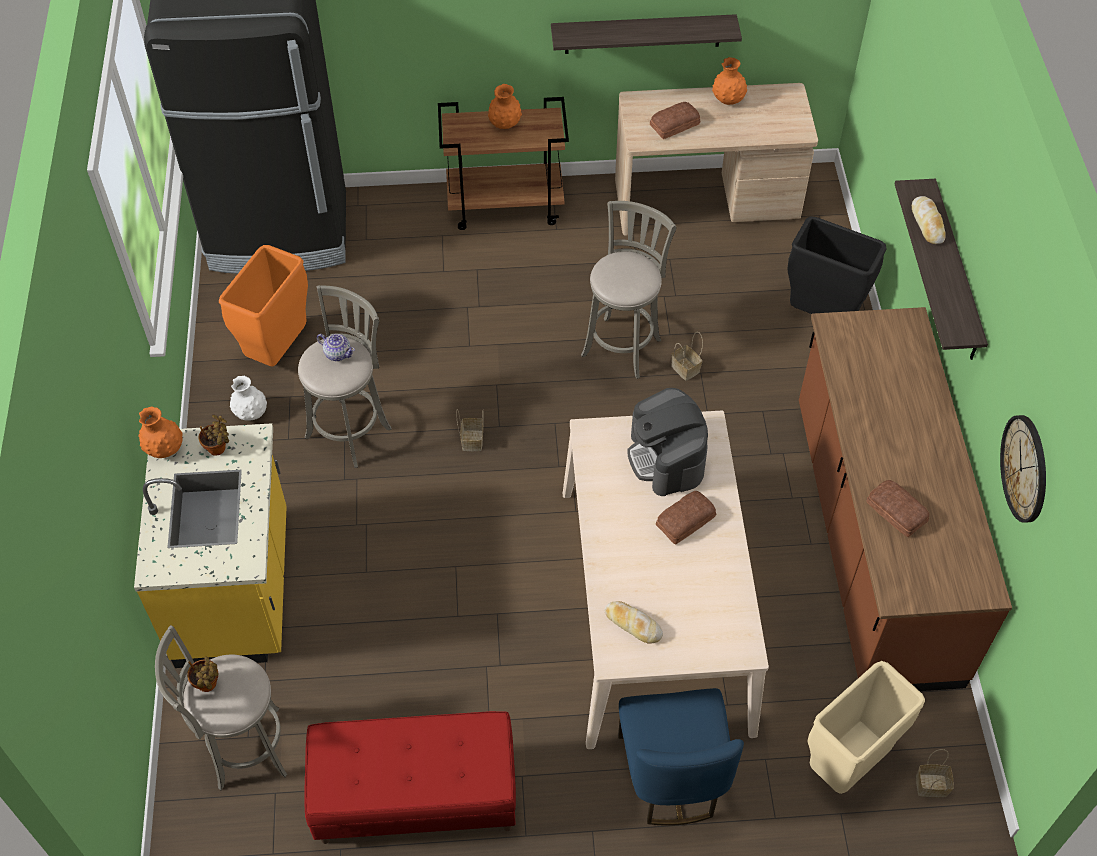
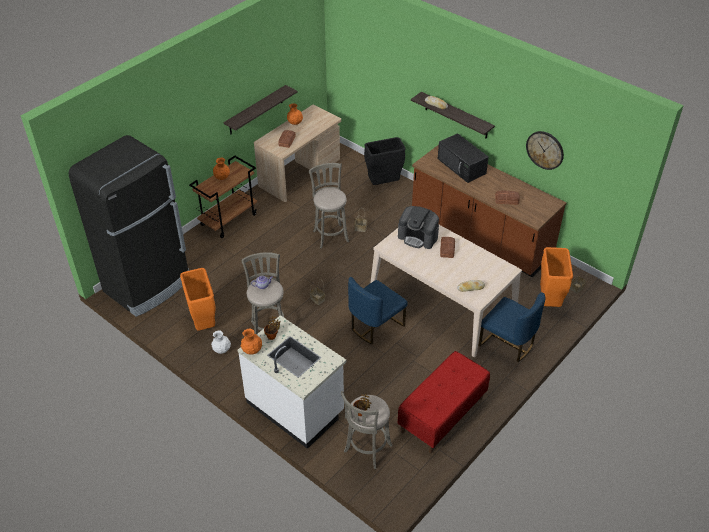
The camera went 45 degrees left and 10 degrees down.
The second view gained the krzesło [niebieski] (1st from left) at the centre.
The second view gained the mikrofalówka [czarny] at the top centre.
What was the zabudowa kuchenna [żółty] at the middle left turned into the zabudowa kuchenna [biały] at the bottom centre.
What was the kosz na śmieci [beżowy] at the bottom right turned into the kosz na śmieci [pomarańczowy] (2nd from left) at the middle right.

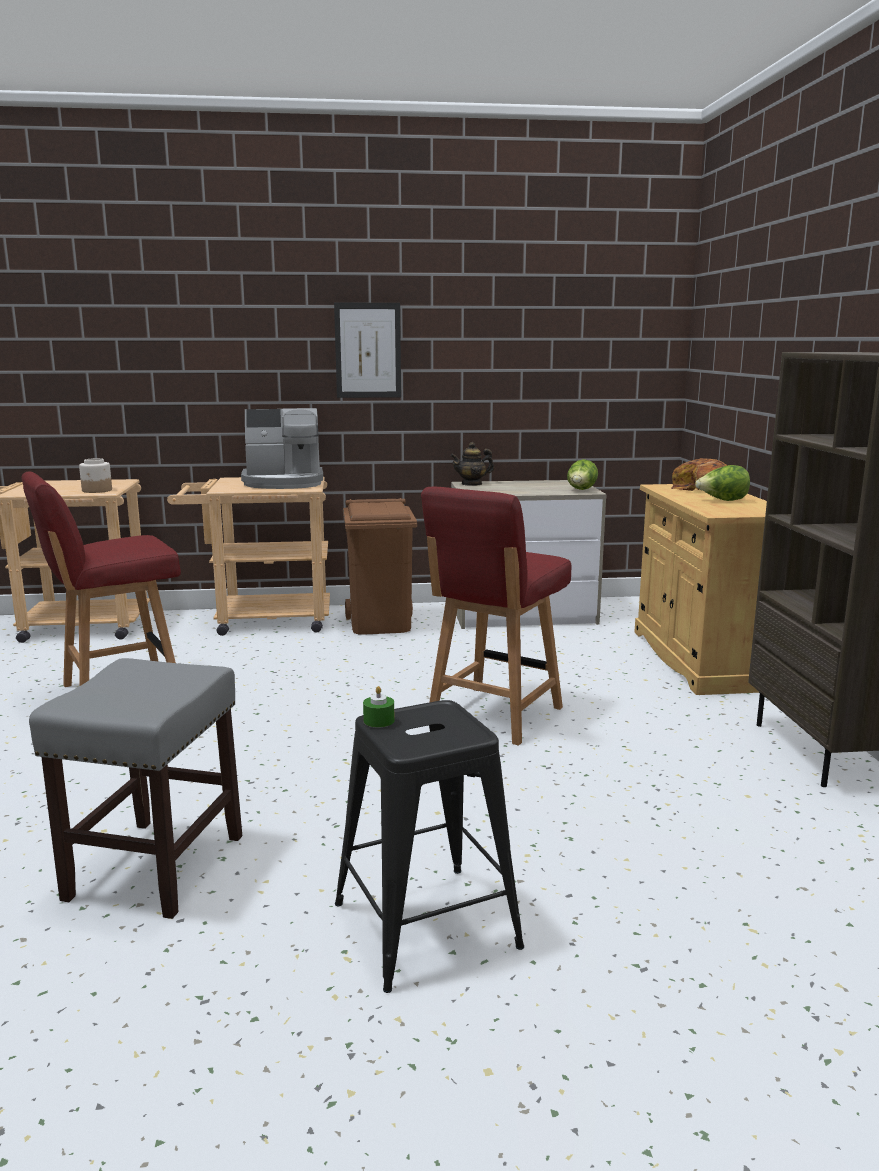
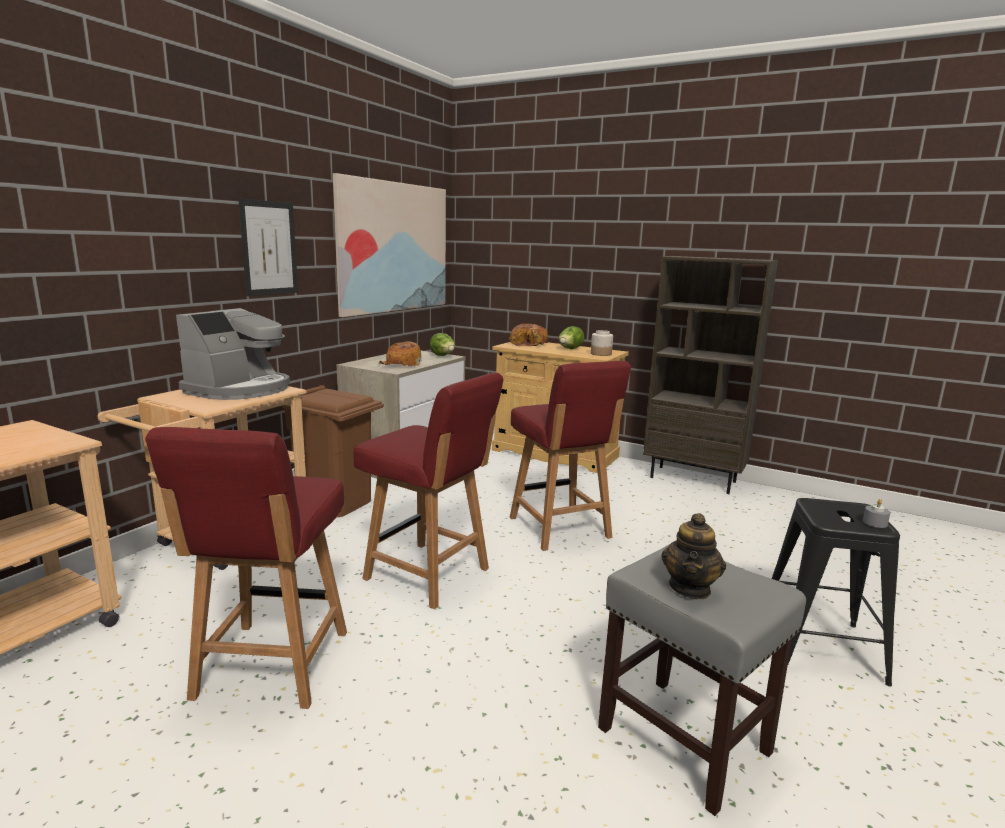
The camera went 55 degrees left and 0 degrees up.
The second view lost the świeca [zielony] at the centre.
The second view gained the obraz (2nd from left) at the top centre.
The second view gained the krzesło [czerwony] (2nd from left) at the centre.
The second view gained the chleb (1st from left) at the centre.
The second view gained the świeca [szary] at the middle right.
The słoik ended up elsewhere, having gone from the middle left to the centre.
The imbryk ended up elsewhere, having gone from the centre to the bottom right.

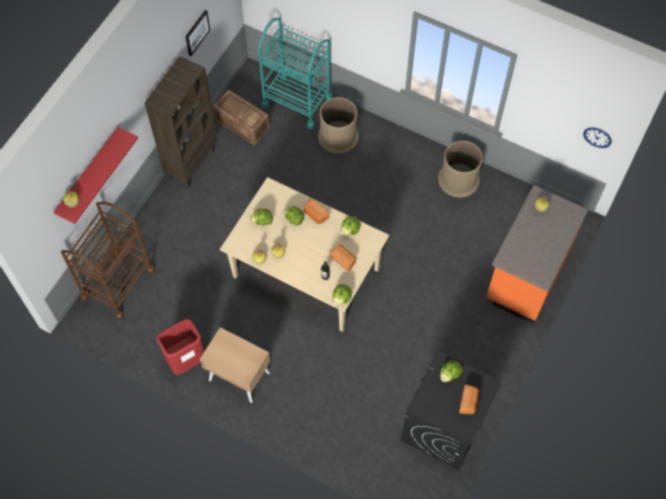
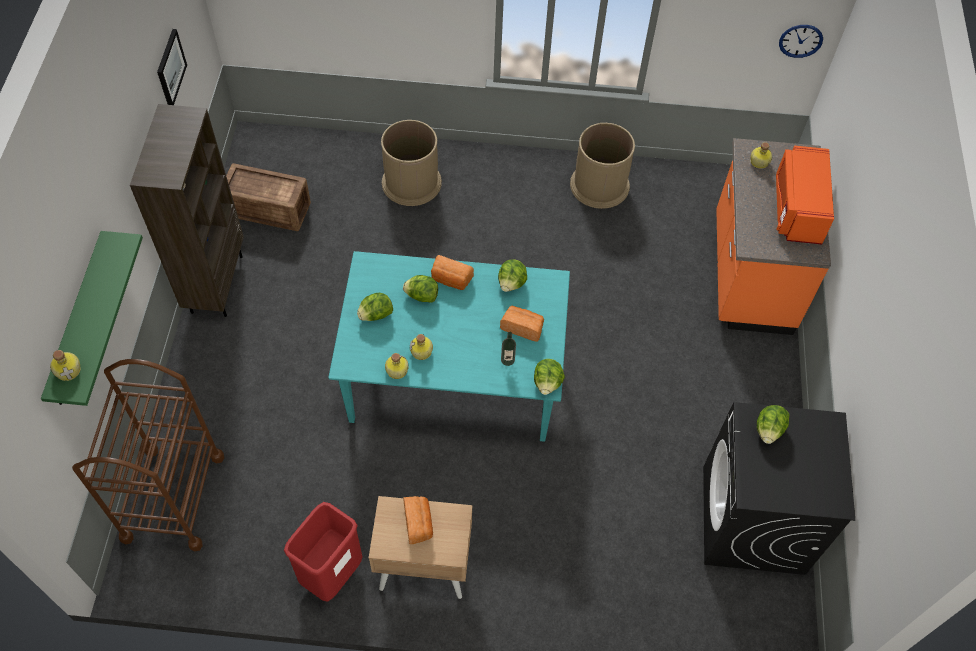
The camera went 25 degrees left and 5 degrees down.
The second view lost the wózek [turkusowy] at the top centre.
The second view gained the mikrofalówka [pomarańczowy] at the top right.
The chleb (3rd from left in the first image) ended up elsewhere, having gone from the bottom right to the bottom centre.
What was the półka [czerwony] at the middle left turned into the półka [zielony] at the middle left.
What was the stół jadalny [beżowy] at the centre turned into the stół jadalny [turkusowy] at the centre.

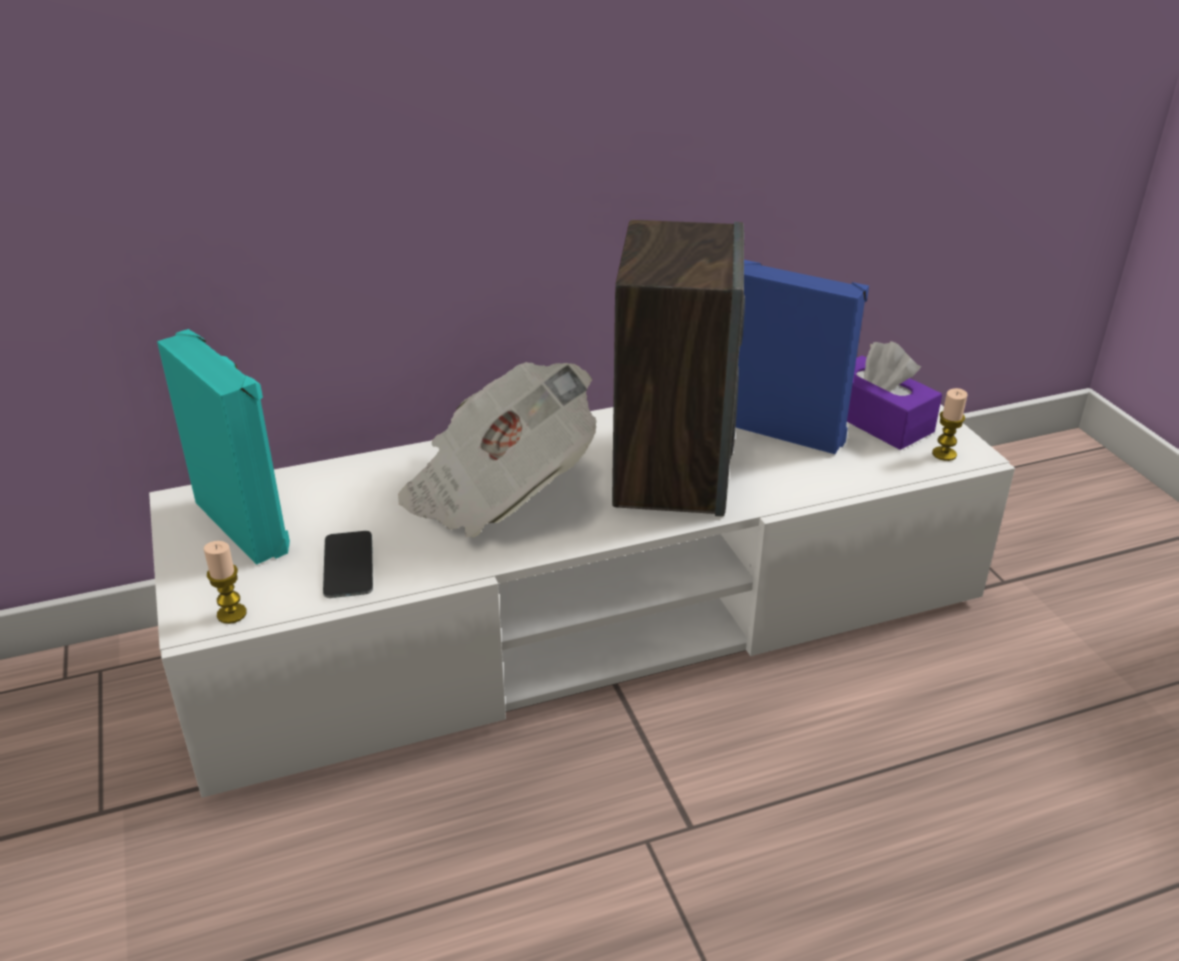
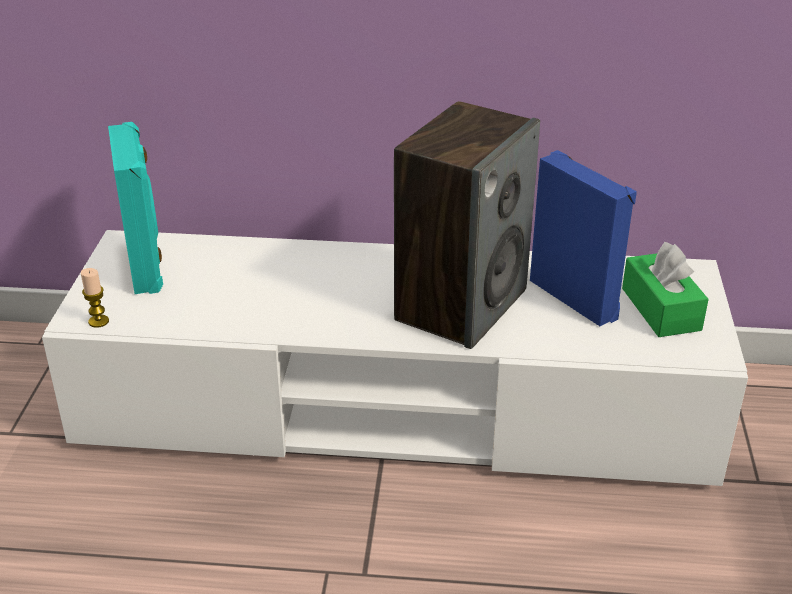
The camera went 25 degrees right and 0 degrees up.
The second view lost the telefon at the middle left.
The second view lost the gazeta at the centre.
The second view lost the świeca (2nd from left) at the middle right.
What was the pudełko chusteczek [fioletowy] at the middle right turned into the pudełko chusteczek [zielony] at the middle right.

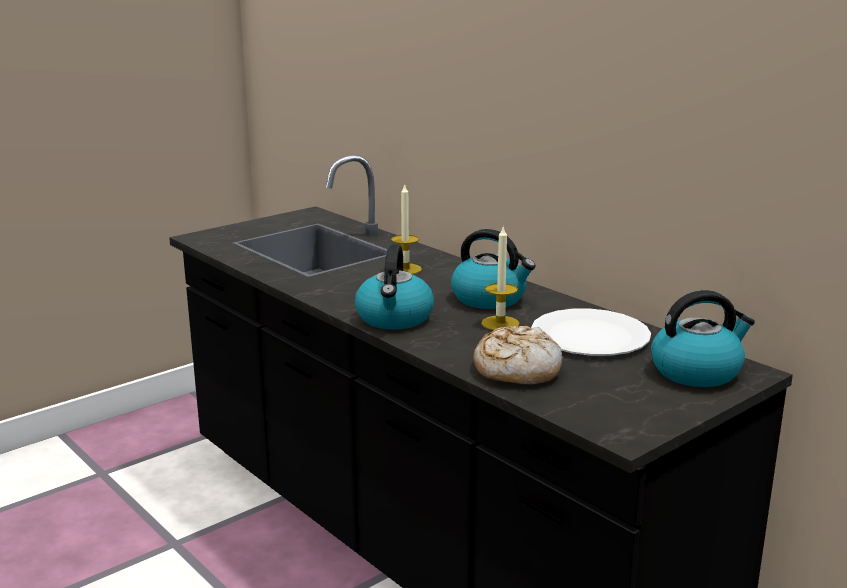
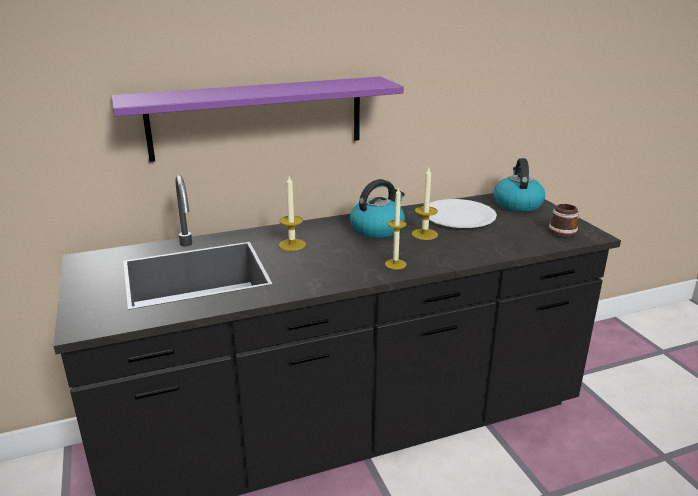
The camera went 70 degrees left and 5 degrees up.
The second view lost the chleb at the centre.
The second view gained the półka [fioletowy] at the top centre.
The second view gained the kubek at the middle right.
Where the czajnik (1st from left) stood at the centre, the świeca (2nd from left) came to stand at the centre.

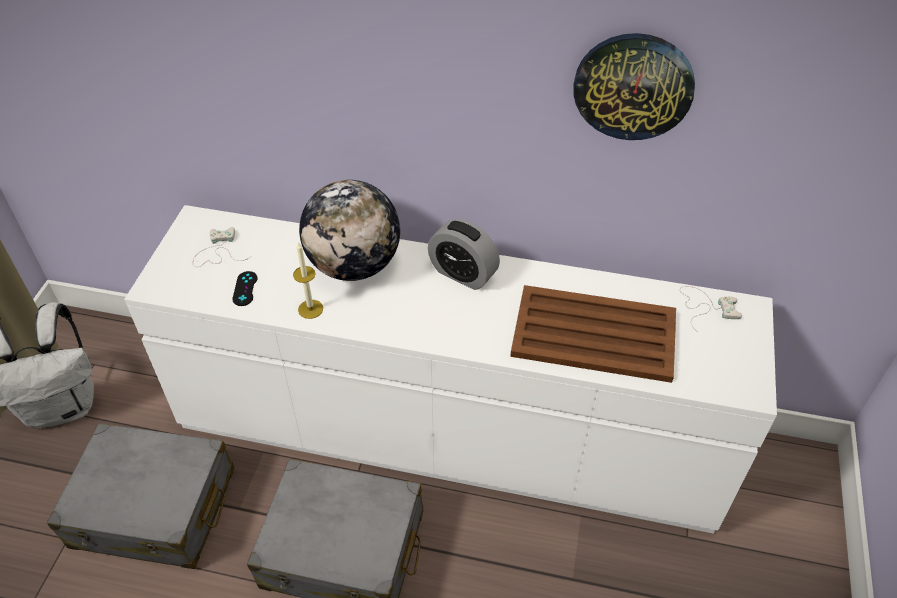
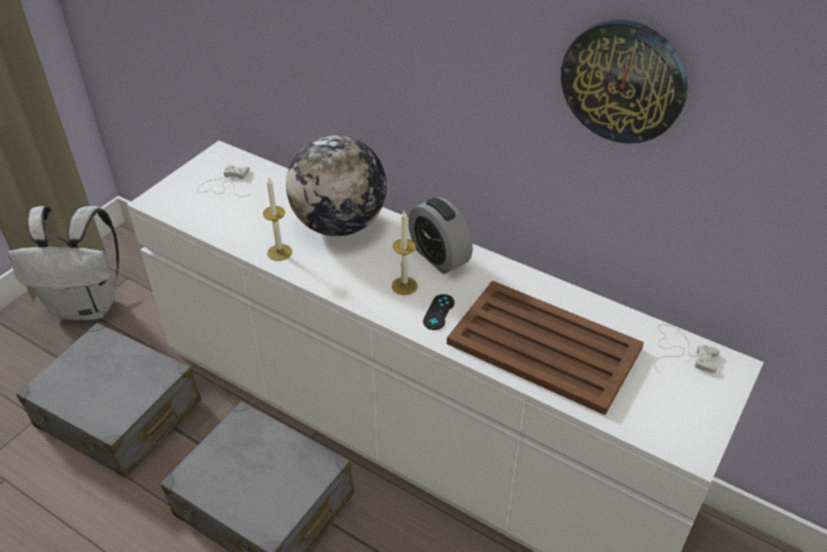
The camera went 20 degrees right and 5 degrees down.
The second view gained the świeca (2nd from left) at the centre.
The pad do gier [czarny] ended up elsewhere, having gone from the middle left to the centre.

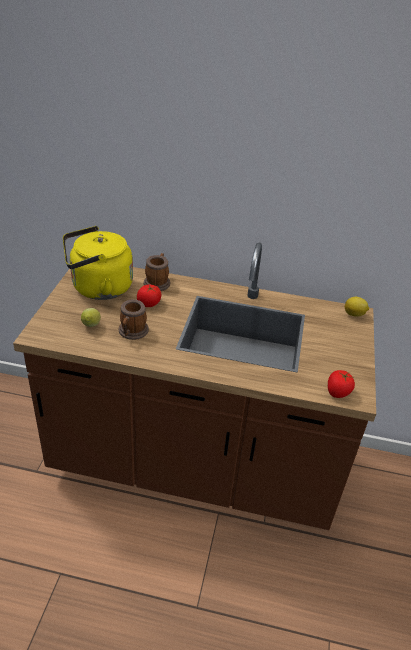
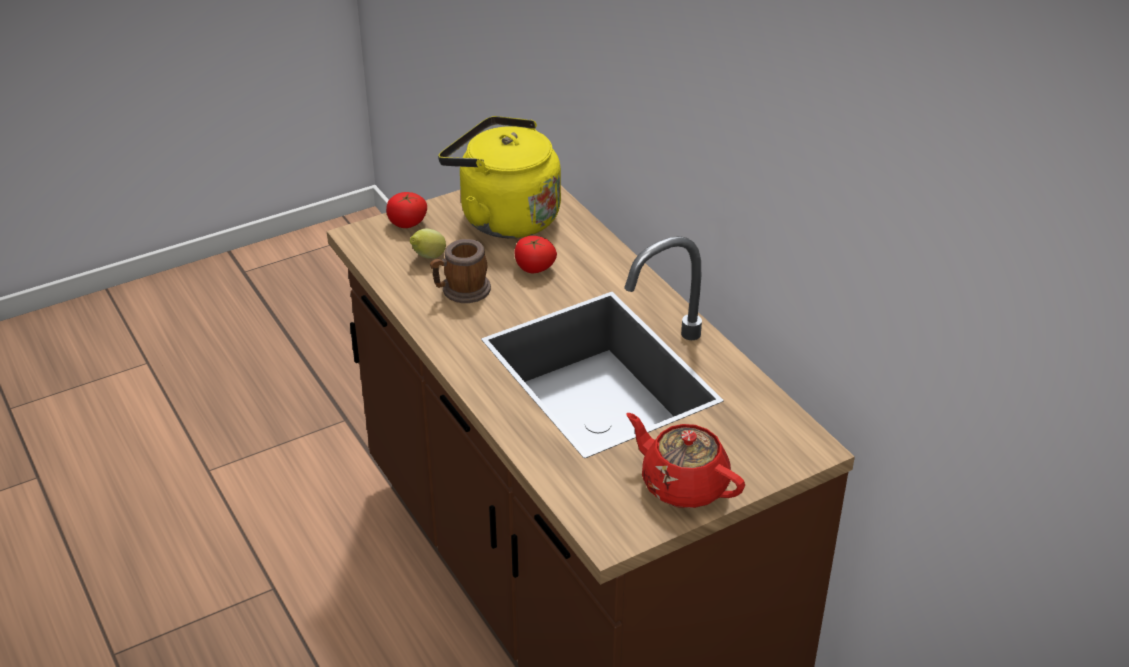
The camera went 50 degrees right and 0 degrees up.
The second view lost the kubek (2nd from left) at the centre.
The second view lost the cytryna (2nd from left) at the middle right.
The second view gained the imbryk [czerwony] at the bottom centre.
The pomidor (2nd from left in the first image) ended up elsewhere, having gone from the middle right to the top centre.

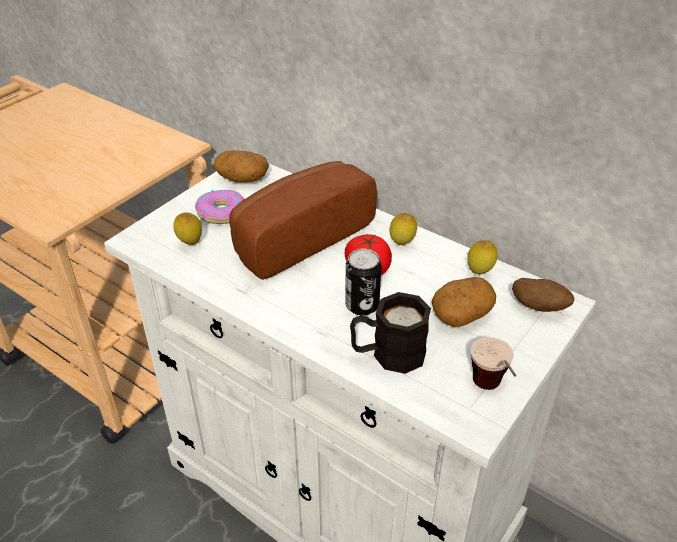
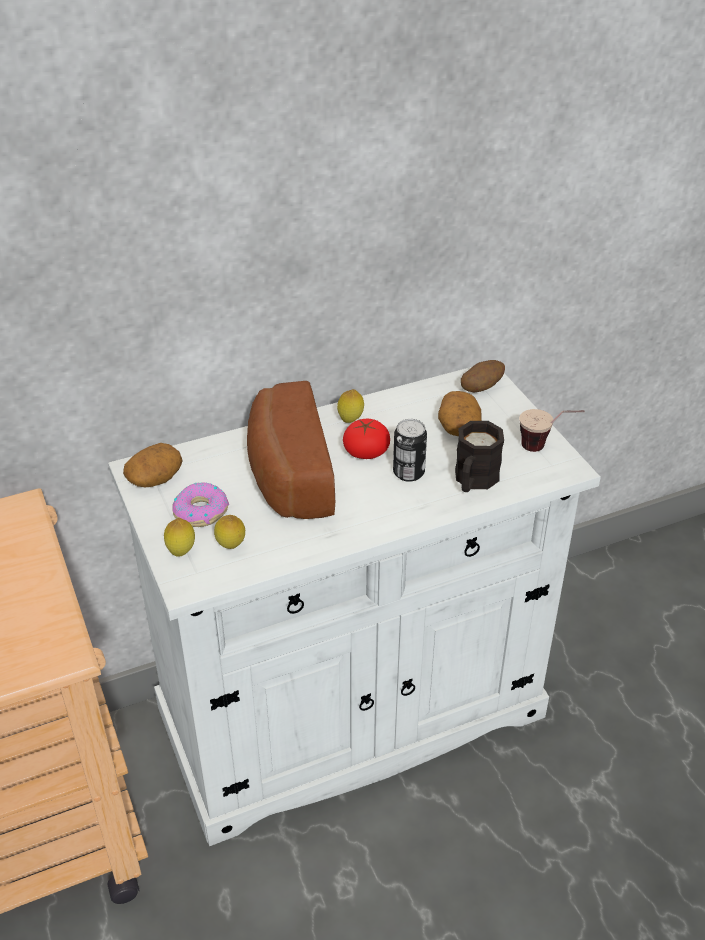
The camera went 60 degrees left and 0 degrees up.
The cytryna (3rd from left in the first image) ended up elsewhere, having gone from the middle right to the middle left.

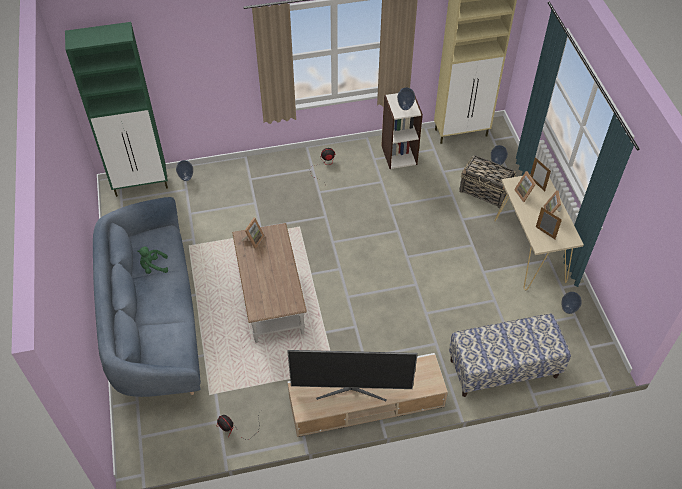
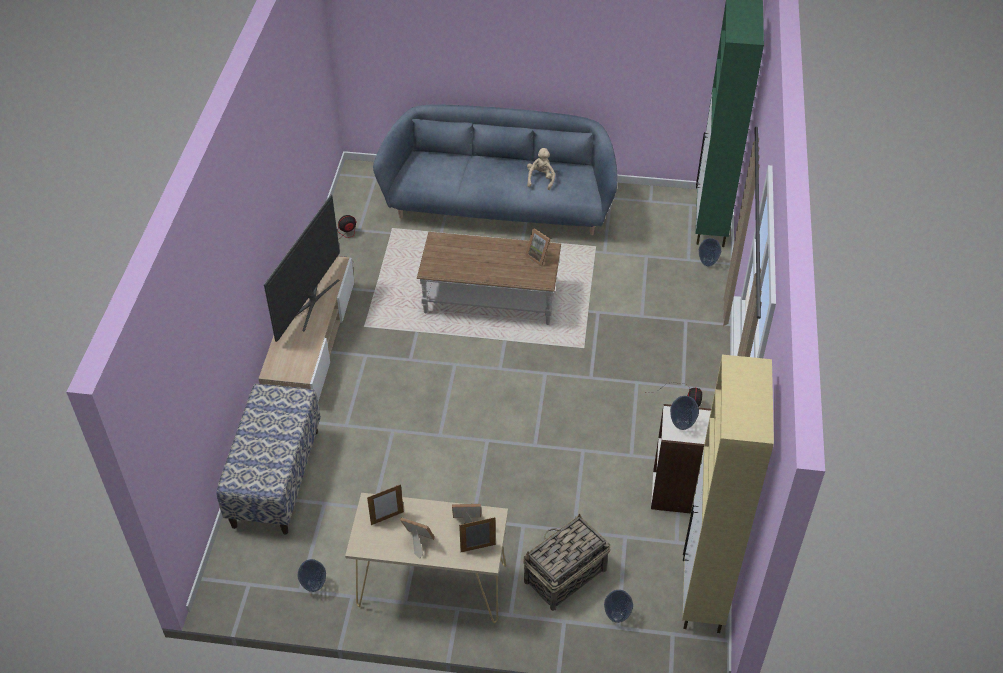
The camera went 110 degrees right and 5 degrees down.
What was the pluszak [zielony] at the middle left turned into the pluszak [beżowy] at the top centre.

